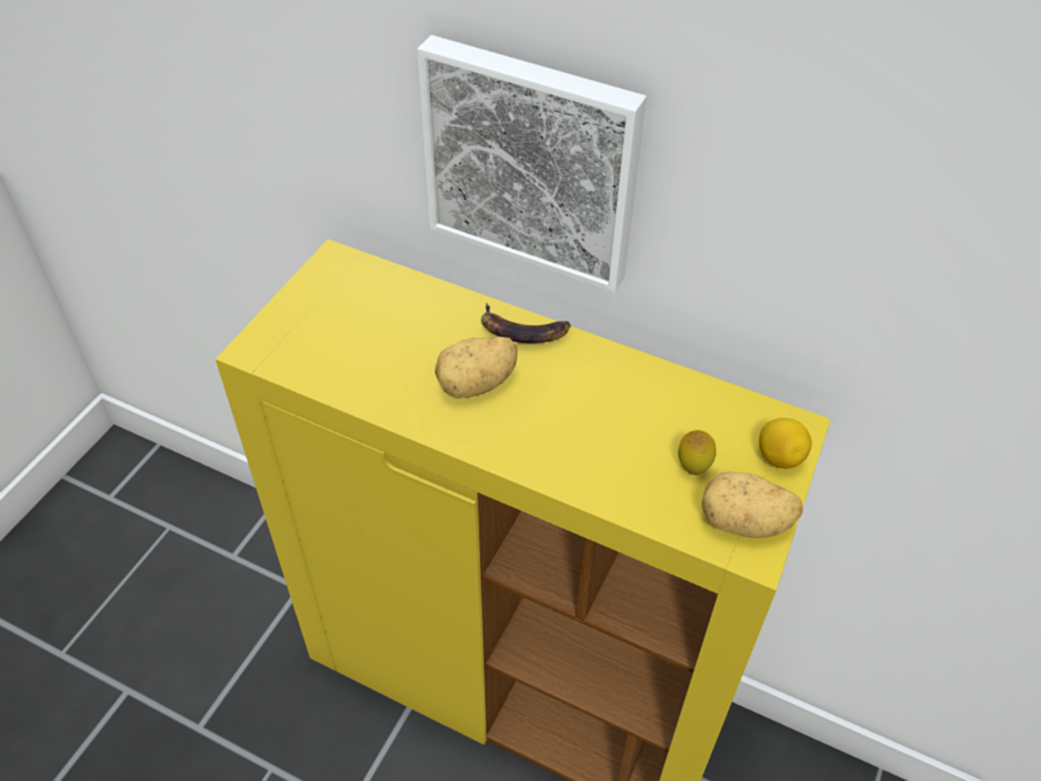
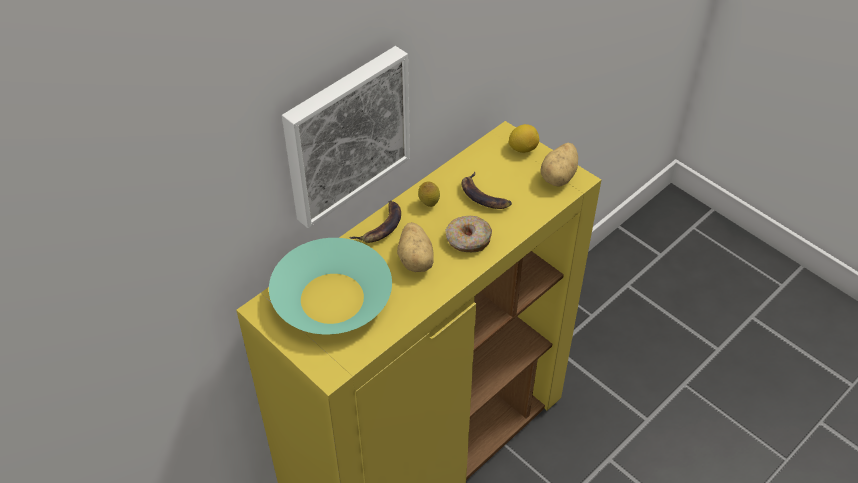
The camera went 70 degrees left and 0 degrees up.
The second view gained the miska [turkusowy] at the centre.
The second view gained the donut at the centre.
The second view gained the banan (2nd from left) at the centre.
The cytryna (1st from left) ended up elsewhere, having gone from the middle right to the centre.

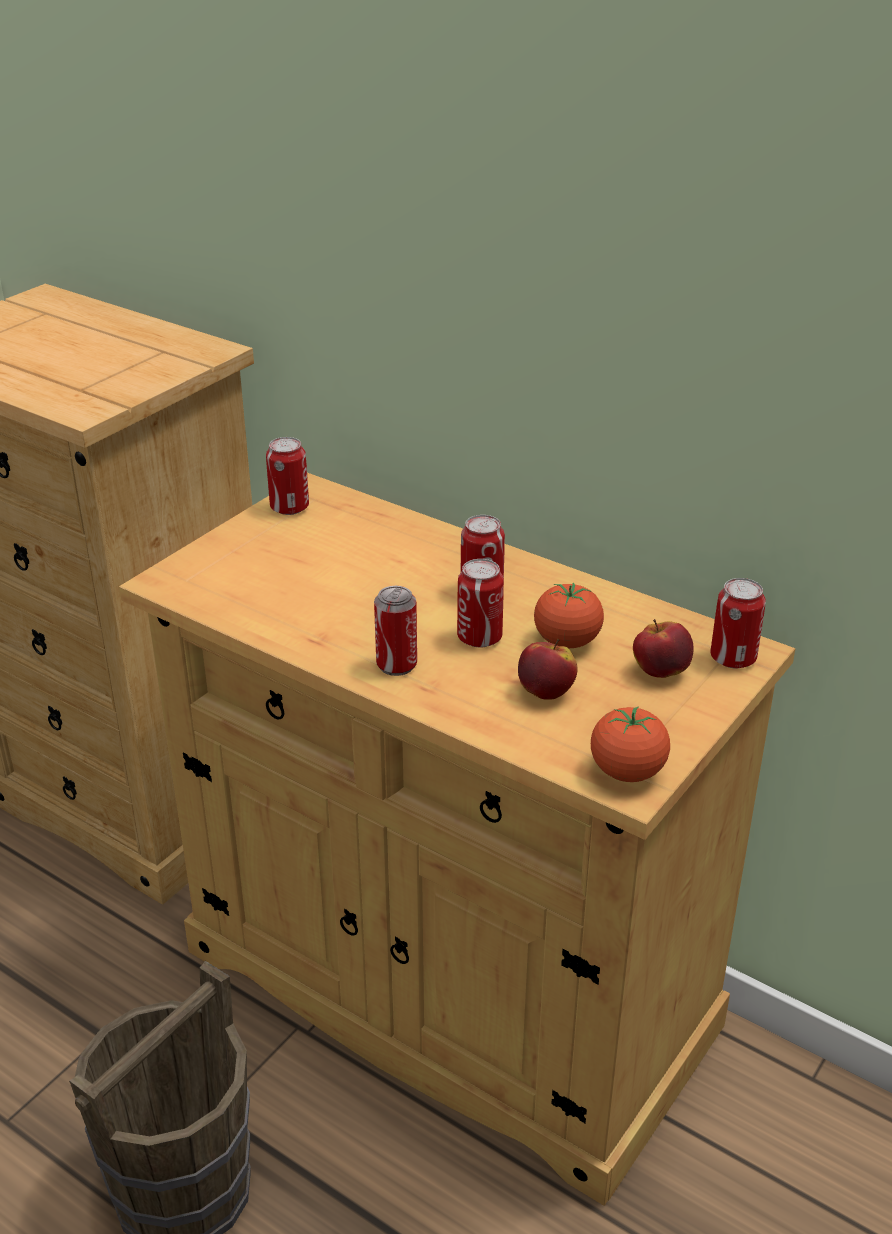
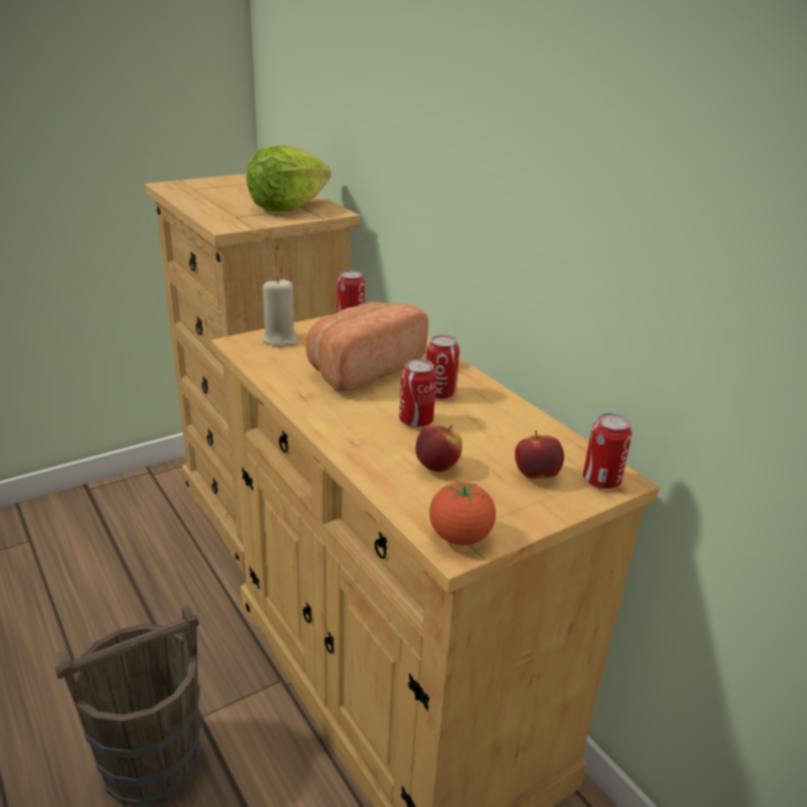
The camera went 20 degrees right and 5 degrees down.
The second view lost the puszka (2nd from left) at the centre.
The second view lost the pomidor (1st from left) at the centre.
The second view gained the sałata at the top centre.
The second view gained the świeca [beżowy] at the centre.
The second view gained the chleb at the centre.

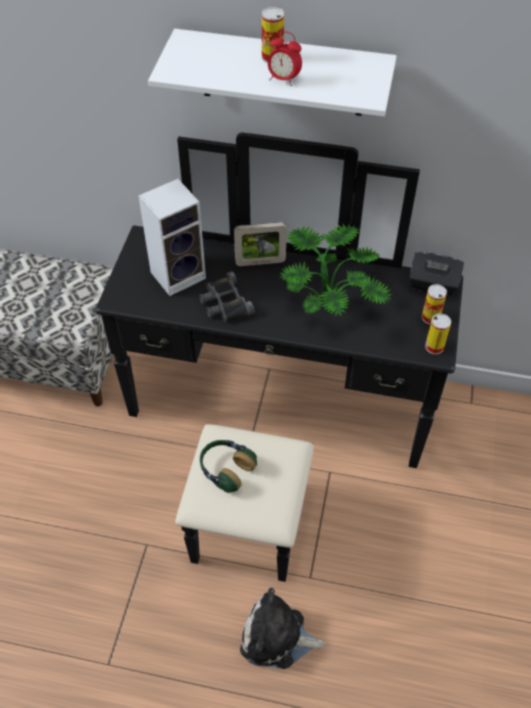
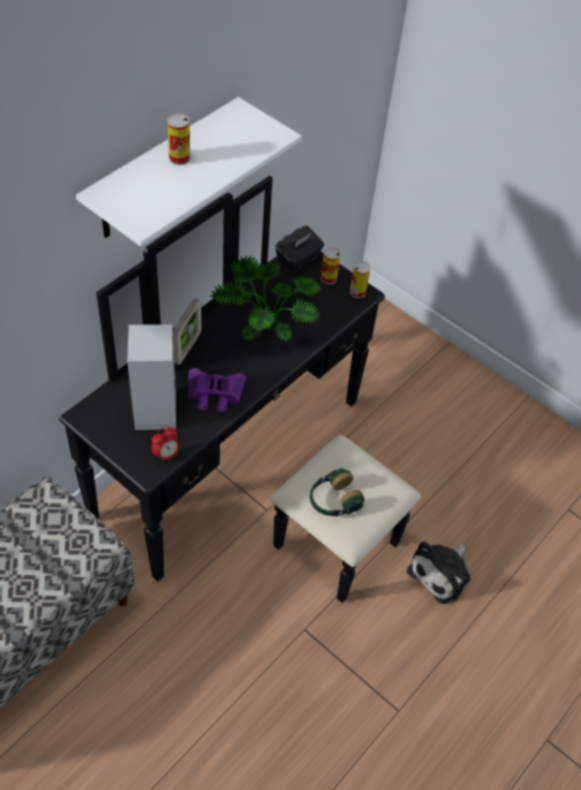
The camera went 65 degrees left and 0 degrees up.
The budzik ended up elsewhere, having gone from the top centre to the middle left.
What was the lornetka [czarny] at the centre turned into the lornetka [fioletowy] at the centre.

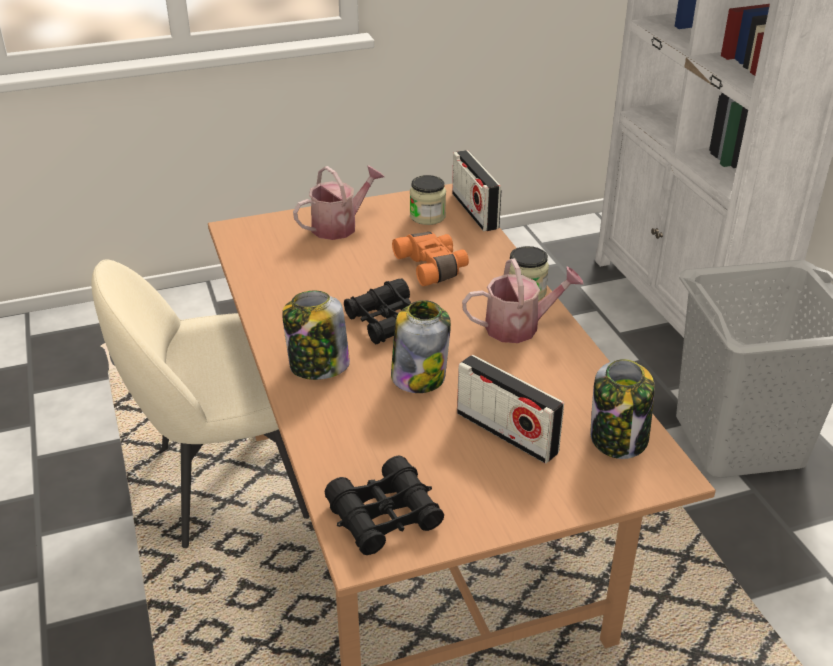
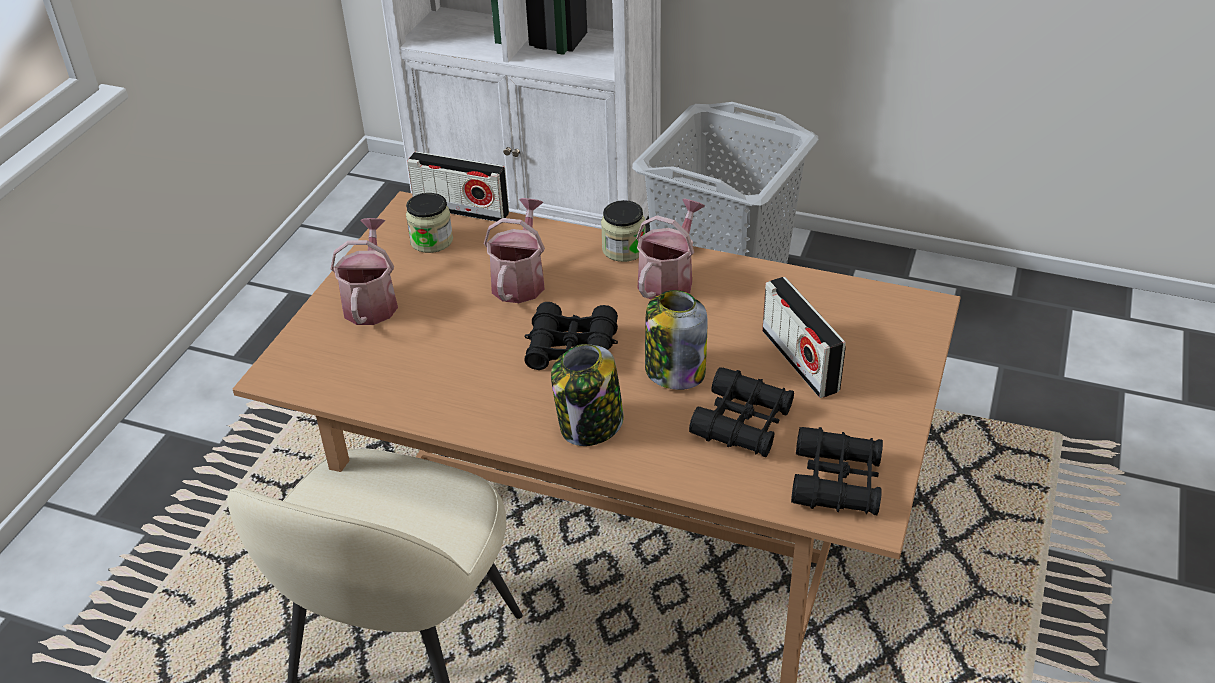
The camera went 50 degrees left and 5 degrees up.
The second view lost the słoik (5th from left) at the middle right.
The second view gained the lornetka [czarny] (2nd from left) at the centre.
Where the lornetka [pomarańczowy] stood at the centre, the konewka (2nd from left) came to stand at the centre.
The radio (2nd from left) at the centre ended up facing another way, 75 degrees clockwise from before.

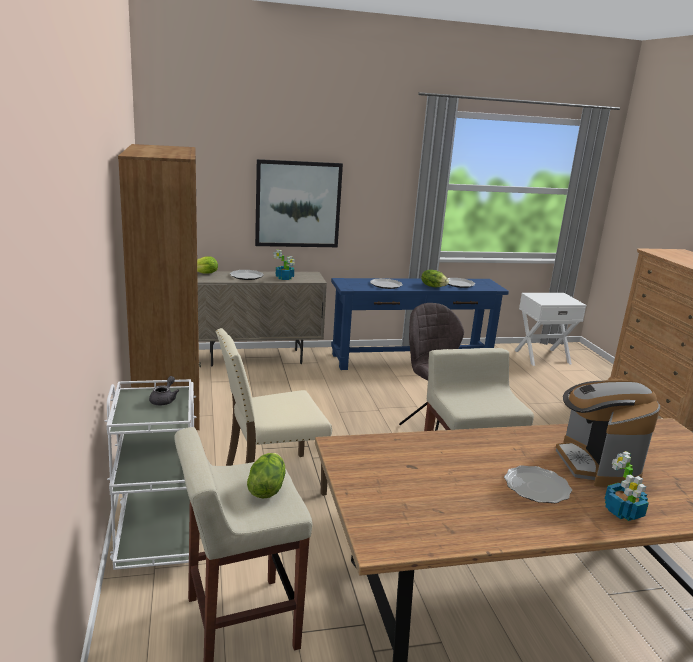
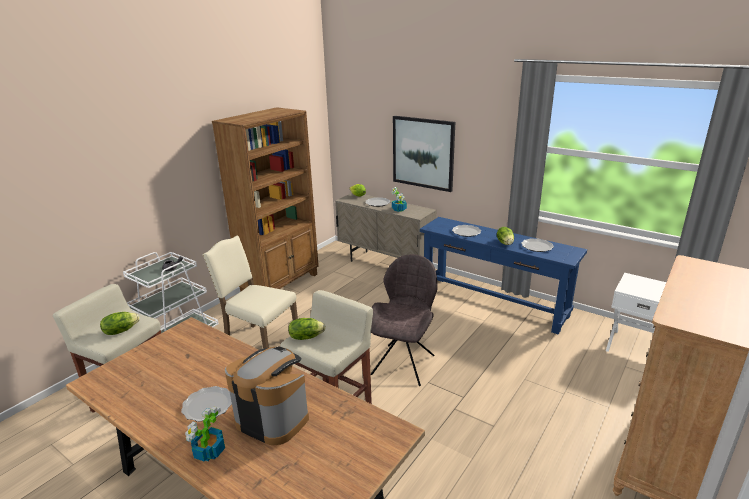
The camera went 50 degrees right and 5 degrees up.
The second view gained the sałata (2nd from left) at the centre.
The ekspres do kawy at the middle right ended up facing another way, 75 degrees clockwise from before.

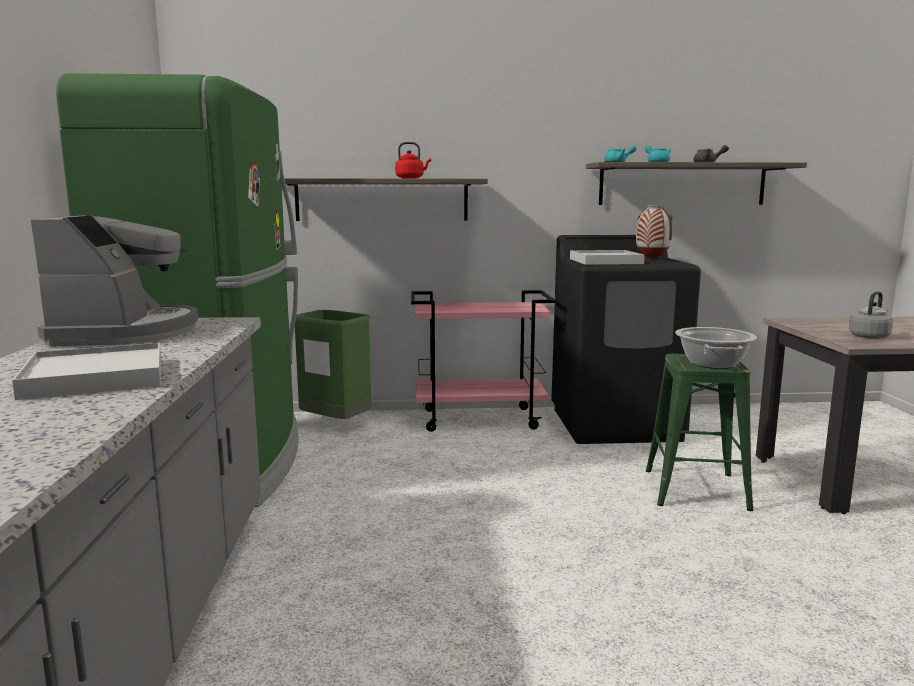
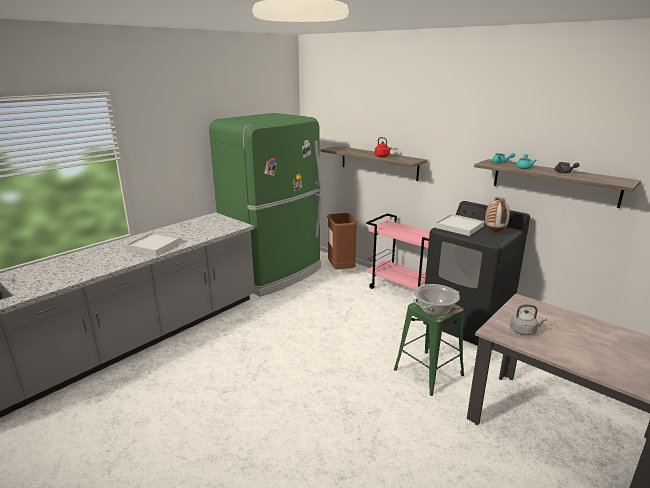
The camera went 45 degrees right and 10 degrees up.
The second view lost the ekspres do kawy at the middle left.
What was the kosz na śmieci [zielony] at the centre turned into the kosz na śmieci [brązowy] at the centre.

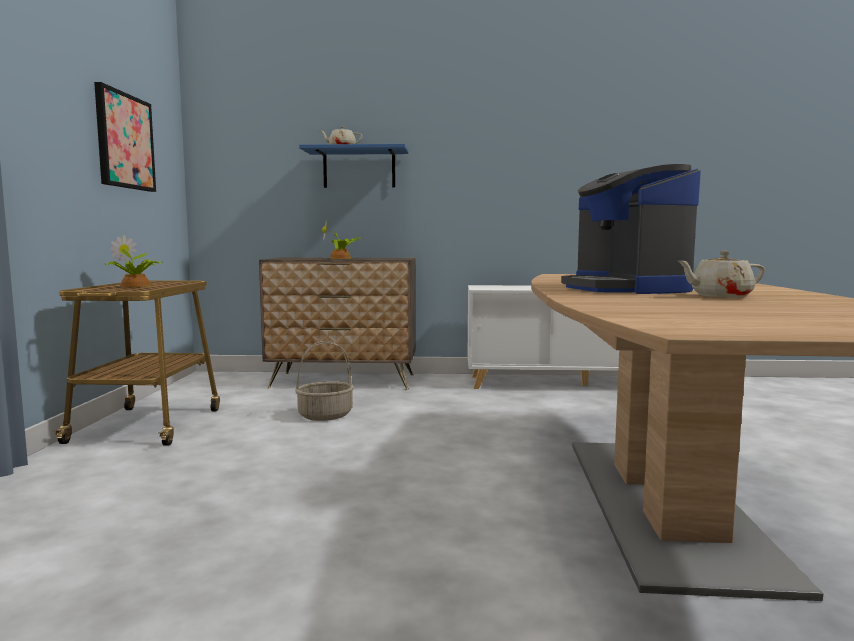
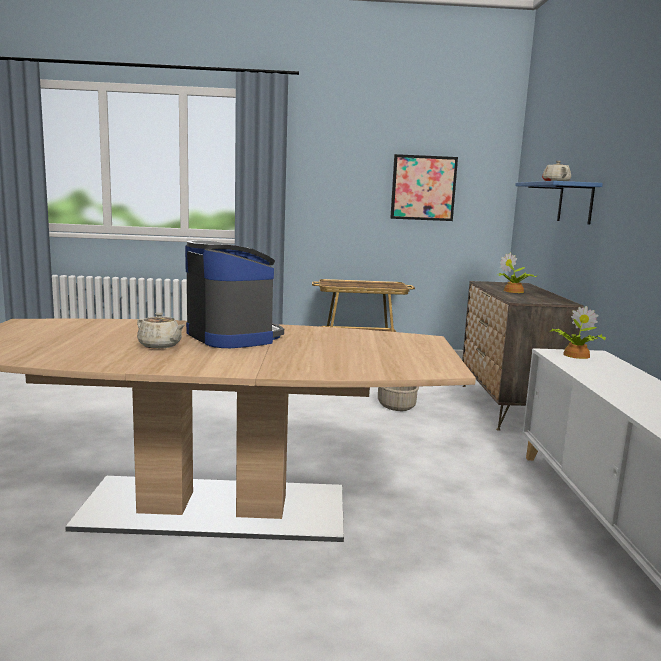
The camera went 85 degrees right and 5 degrees up.
The roślina doniczkowa (1st from left in the first image) ended up elsewhere, having gone from the middle left to the middle right.
The ekspres do kawy at the middle right ended up facing another way, 75 degrees clockwise from before.
The imbryk [beżowy] (2nd from left in the first image) at the middle right ended up facing another way, 135 degrees clockwise from before.

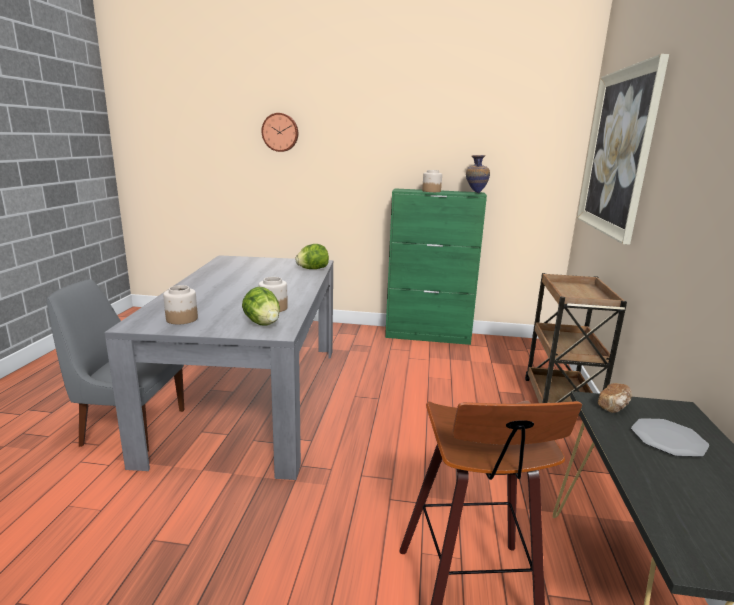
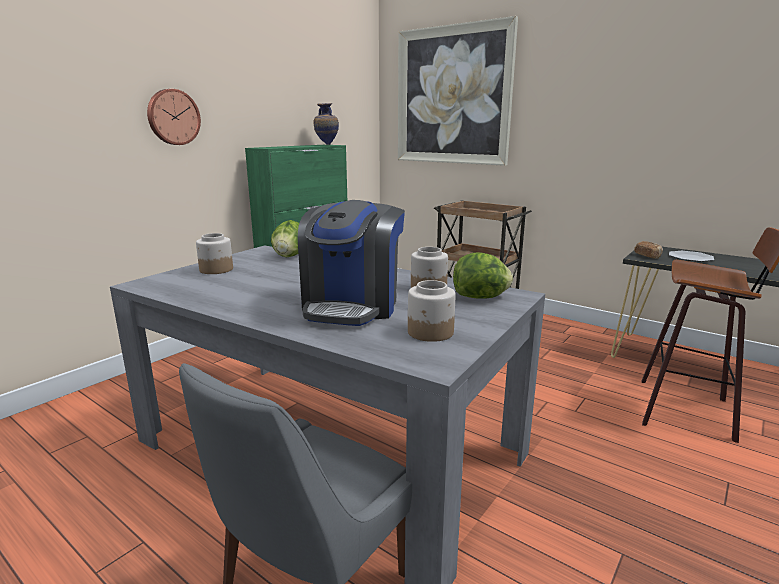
The camera went 60 degrees left and 0 degrees up.
The second view gained the ekspres do kawy at the centre.
The zegar ścienny ended up elsewhere, having gone from the top centre to the top left.
The słoik (3rd from left in the first image) ended up elsewhere, having gone from the top centre to the middle left.

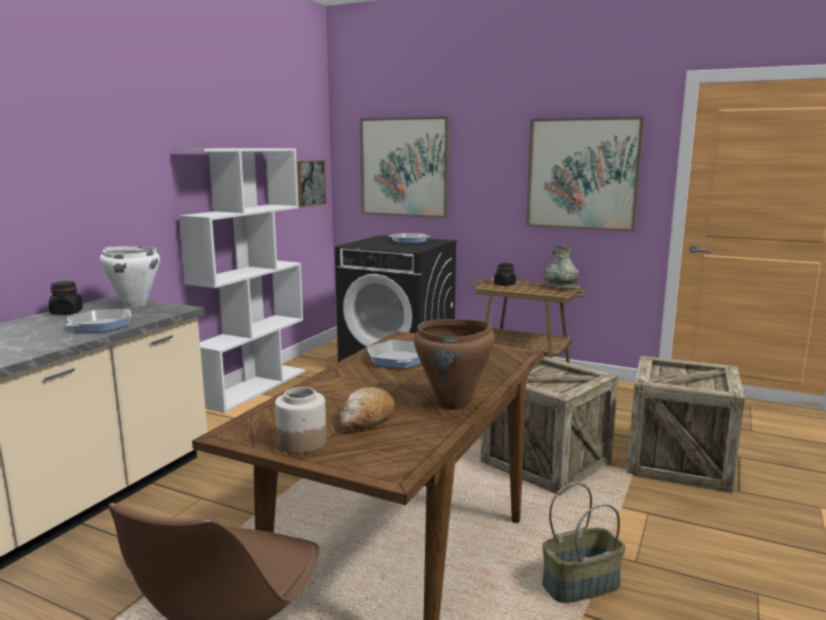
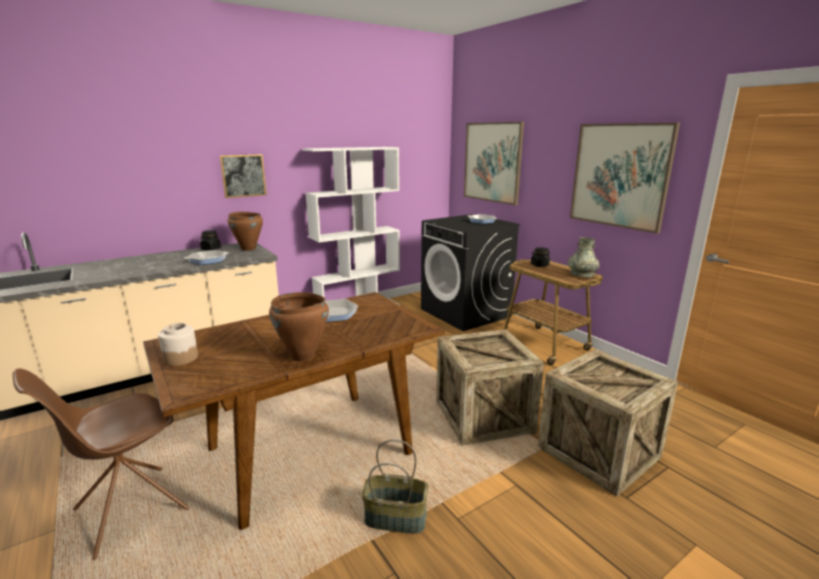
The camera went 30 degrees right and 5 degrees up.
The second view lost the chleb at the centre.
The obraz (1st from left) ended up elsewhere, having gone from the top centre to the top left.
What was the garnek [biały] at the middle left turned into the garnek [brązowy] (1st from left) at the middle left.

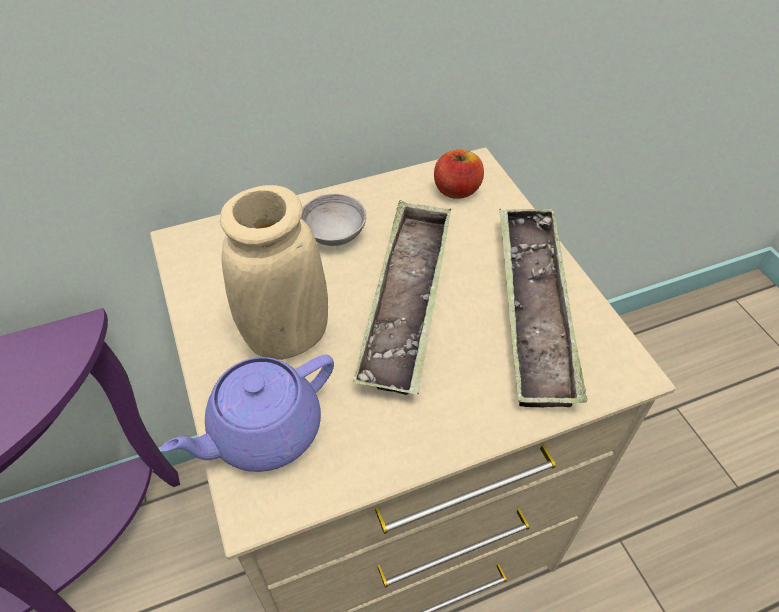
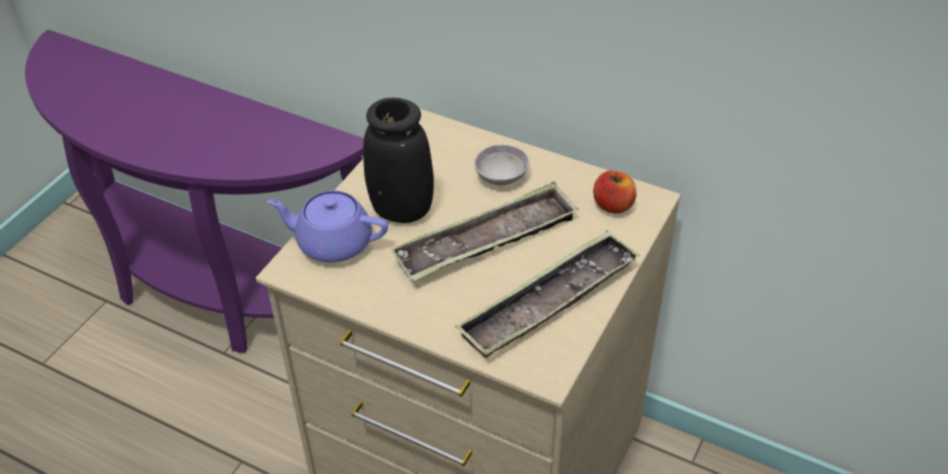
The camera went 50 degrees right and 5 degrees down.
What was the wazon [beżowy] at the centre turned into the wazon [czarny] at the centre.

